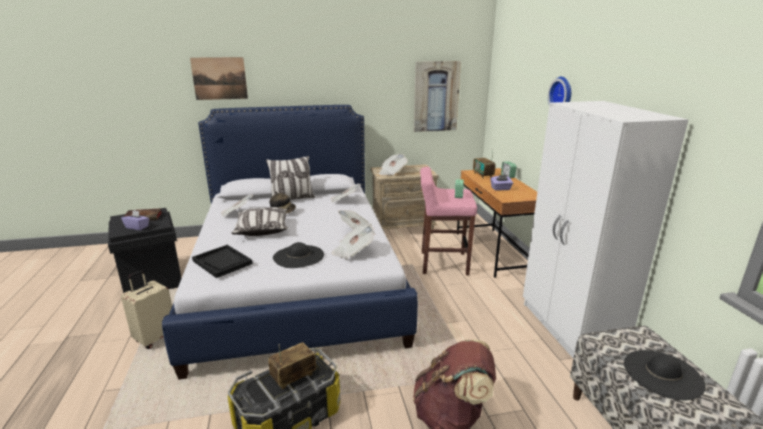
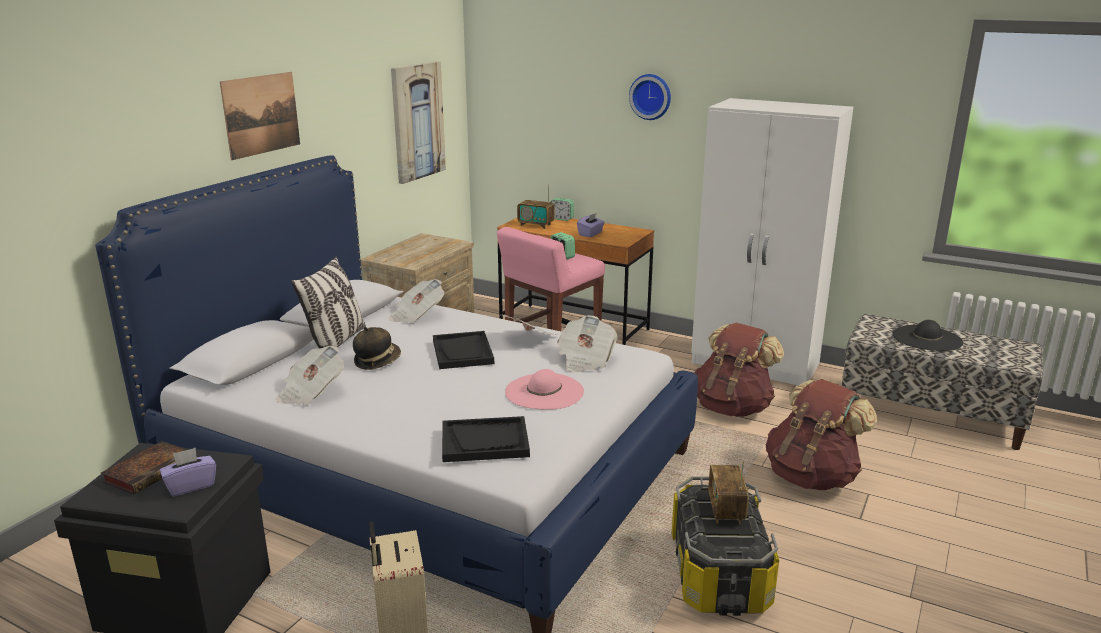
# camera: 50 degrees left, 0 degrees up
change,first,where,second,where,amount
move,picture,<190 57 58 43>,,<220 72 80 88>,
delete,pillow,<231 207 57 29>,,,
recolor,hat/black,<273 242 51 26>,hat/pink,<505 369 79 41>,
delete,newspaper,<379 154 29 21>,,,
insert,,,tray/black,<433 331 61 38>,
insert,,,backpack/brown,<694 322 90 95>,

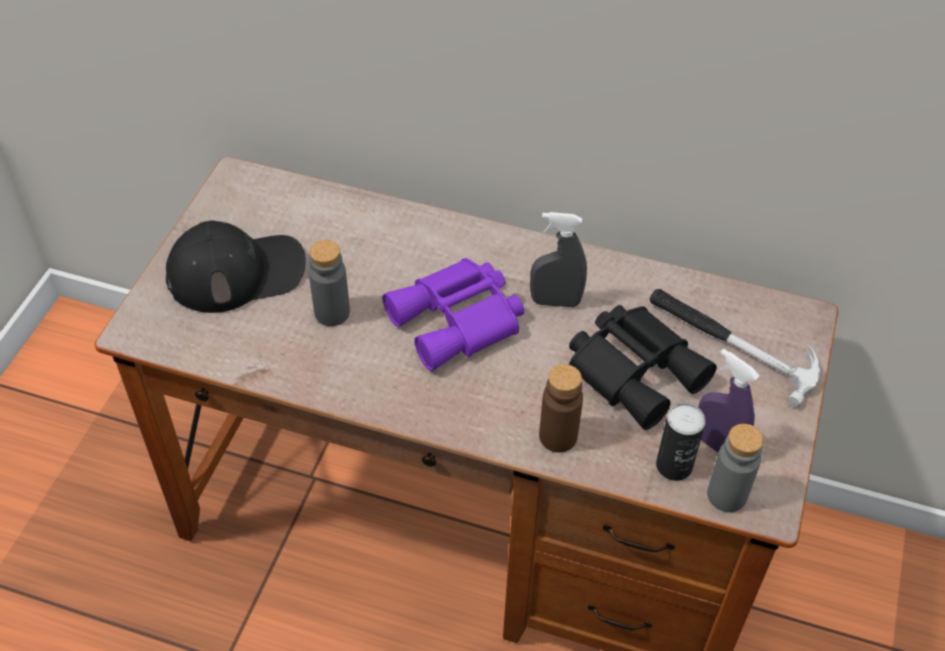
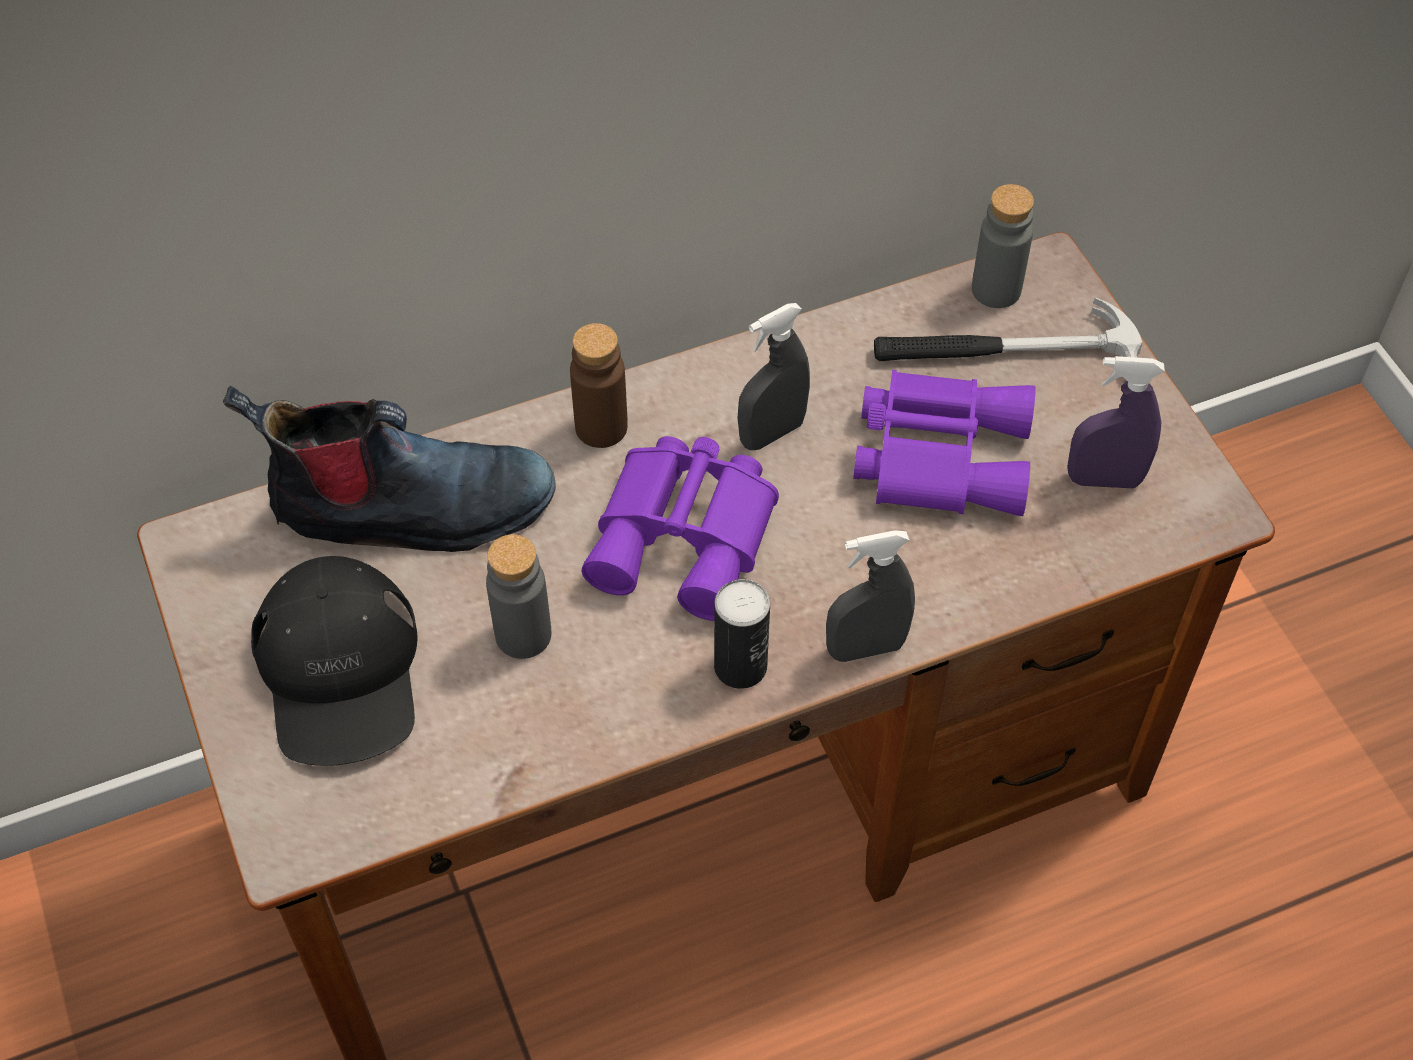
# camera: 40 degrees left, 5 degrees up
change,first,where,second,where,amount
rotate,cap/black,<166 220 140 93>,,<251 556 166 210>,135 degrees clockwise
move,bottle/brown,<539 364 44 88>,,<570 323 58 125>,
recolor,binoculars/black,<569 305 148 125>,binoculars/purple,<853 370 183 146>,
move,can,<656 403 50 78>,,<714 579 56 110>,
move,bottle/grey,<707 424 57 88>,,<972 184 62 124>,
insert,,,boot,<223 386 333 166>,
insert,,,spray bottle/grey,<826 530 89 132>,

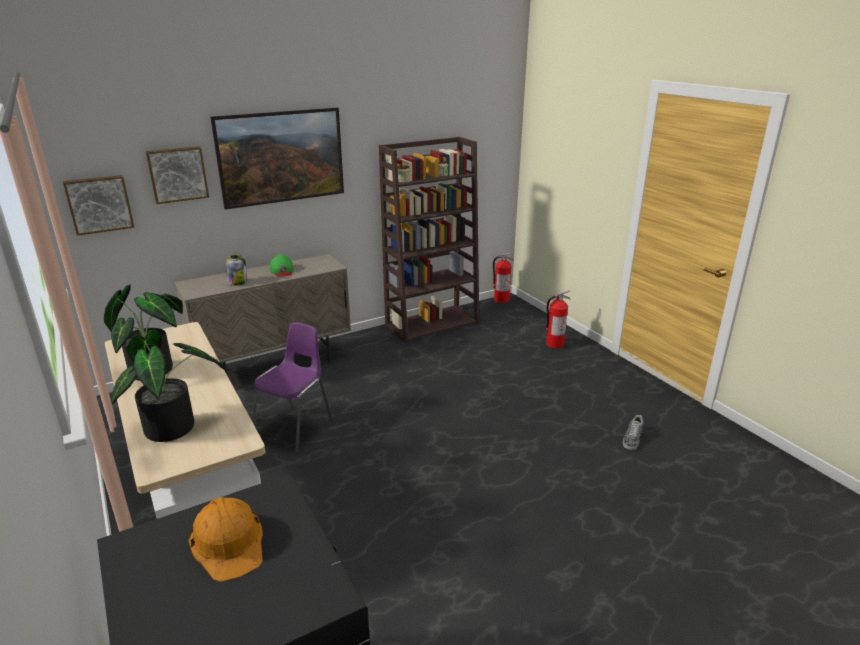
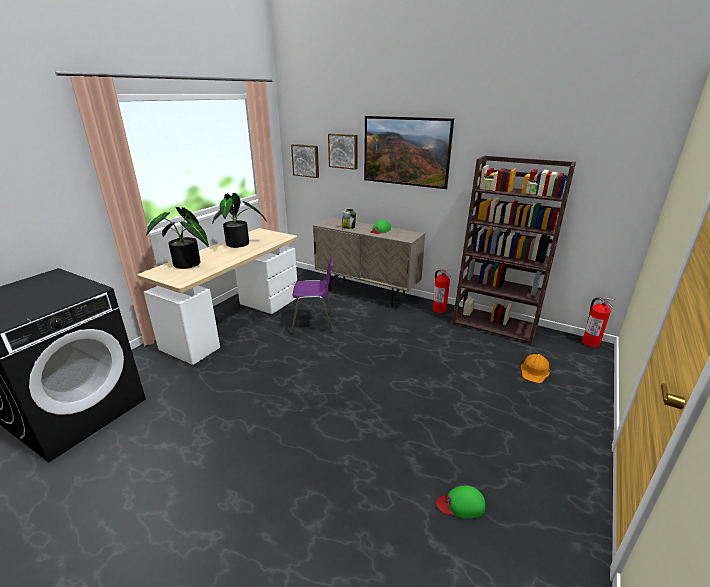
# camera: 60 degrees right, 0 degrees up
change,first,where,second,where,amount
move,hard hat/orange,<189 497 74 85>,,<521 354 30 29>,
move,fire extinguisher,<546 290 25 58>,,<433 269 18 44>,
replace,shoe,<623 415 21 35>,cap/green,<436 486 49 33>,

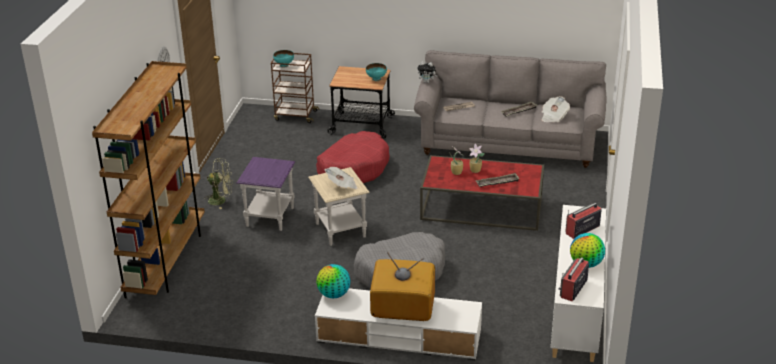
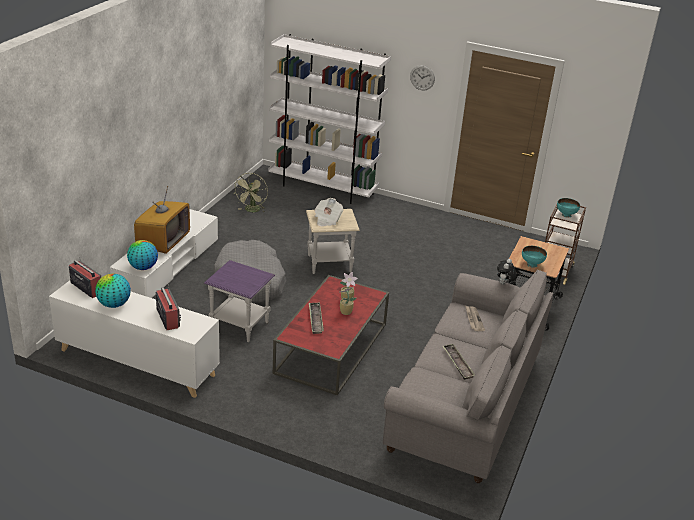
# camera: 100 degrees right, 0 degrees up
change,first,where,second,where,amount
recolor,bookcase/brown,<92 61 113 237>,bookcase/white,<268 34 123 170>,
move,fan/green,<204 158 29 51>,,<233 173 35 39>,
move,side table/purple,<237 157 58 74>,,<204 260 71 82>,
delete,dog bed/red,<316 131 73 52>,,,
move,globe,<316 264 35 34>,,<127 240 31 30>,
delete,newspaper,<542 96 28 27>,,,

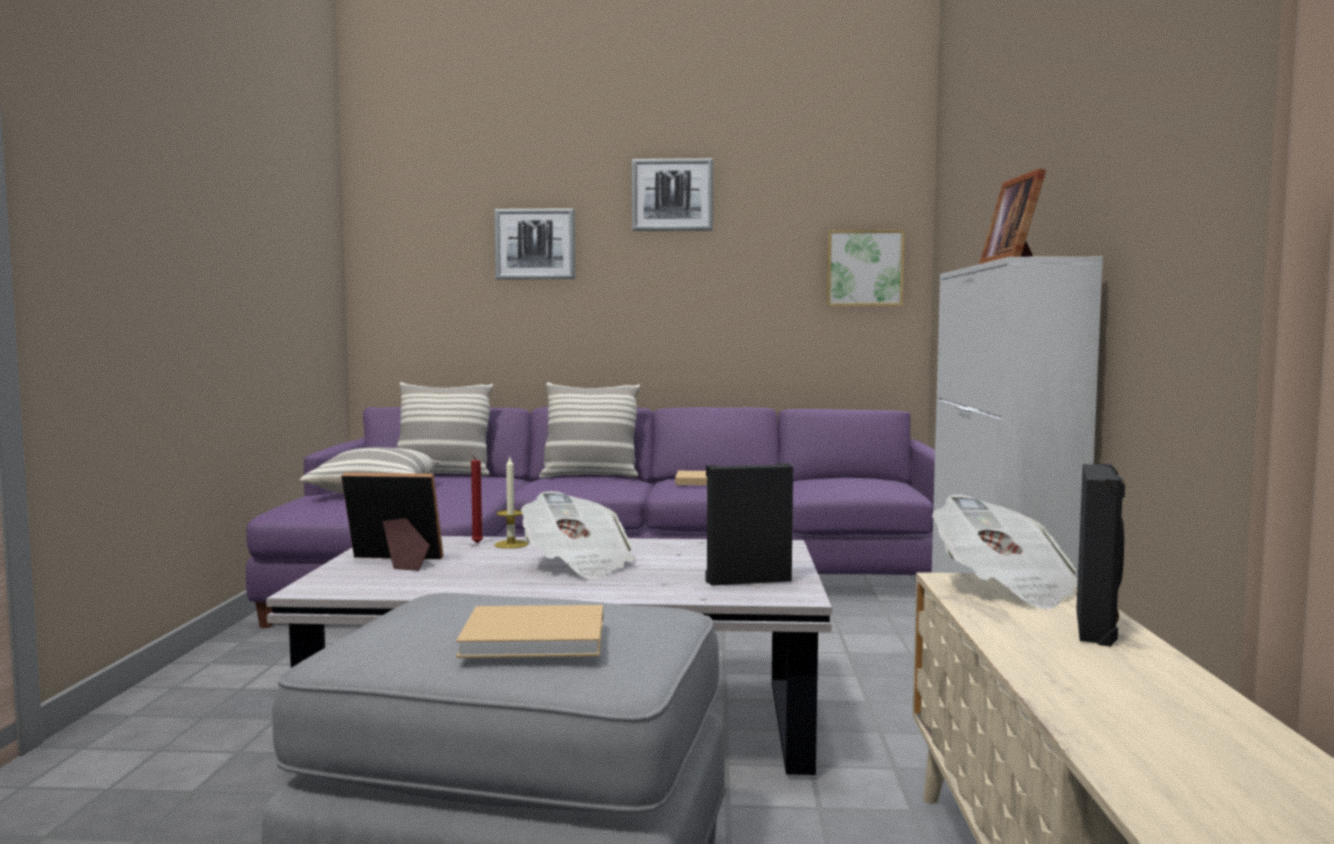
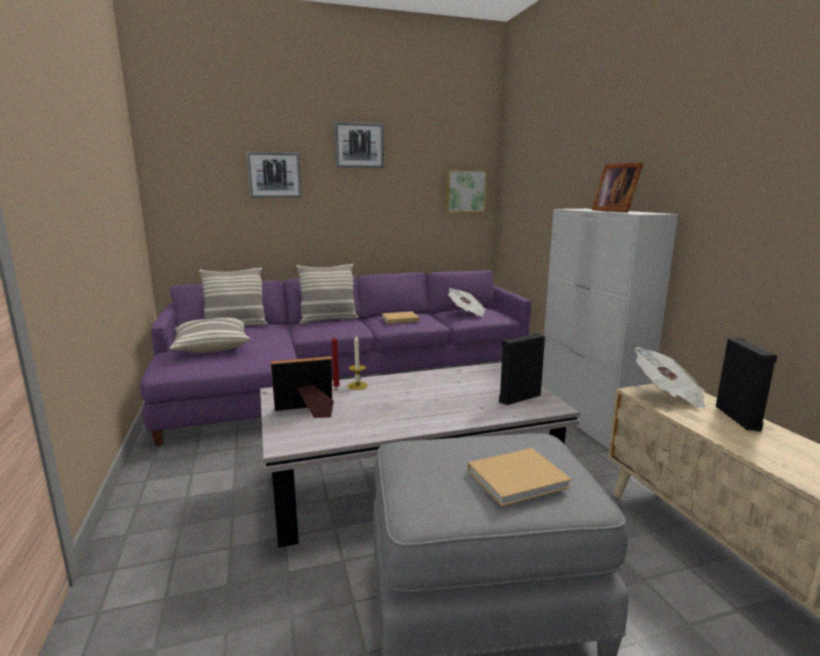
# camera: 20 degrees left, 10 degrees up
change,first,where,second,where,amount
move,newspaper,<521 491 115 88>,,<448 288 38 29>,

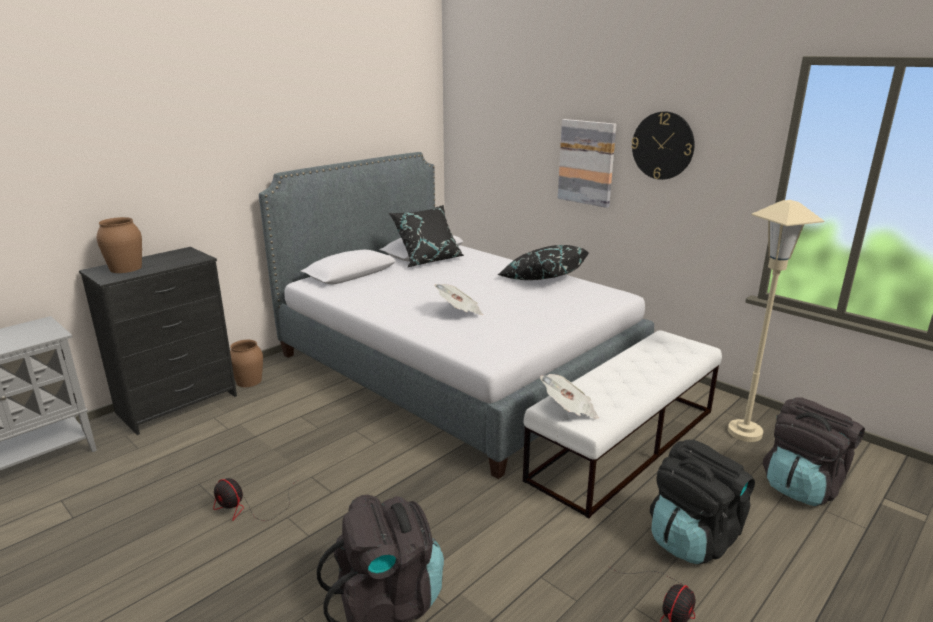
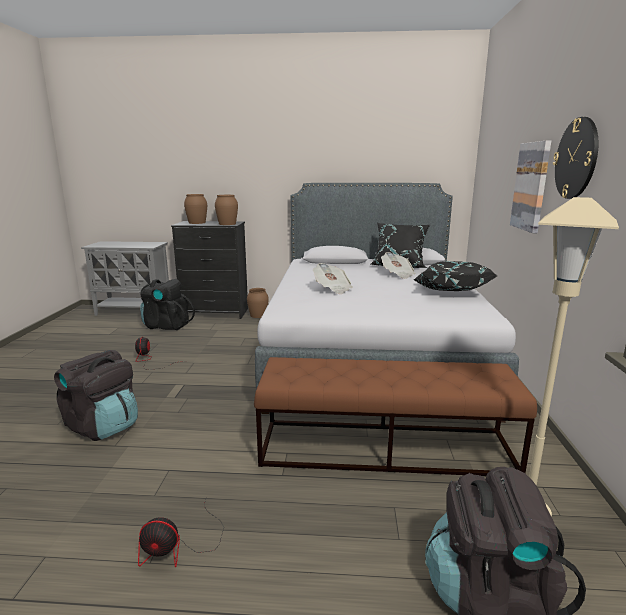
# camera: 50 degrees right, 5 degrees down
change,first,where,second,where,amount
recolor,bench/white,<523 330 199 188>,bench/brown,<254 357 283 119>,
move,newspaper,<540 374 59 45>,,<381 252 35 27>,
move,backpack/black,<650 440 105 124>,,<140 279 55 51>,
insert,,,vase/brown,<215 195 23 30>,

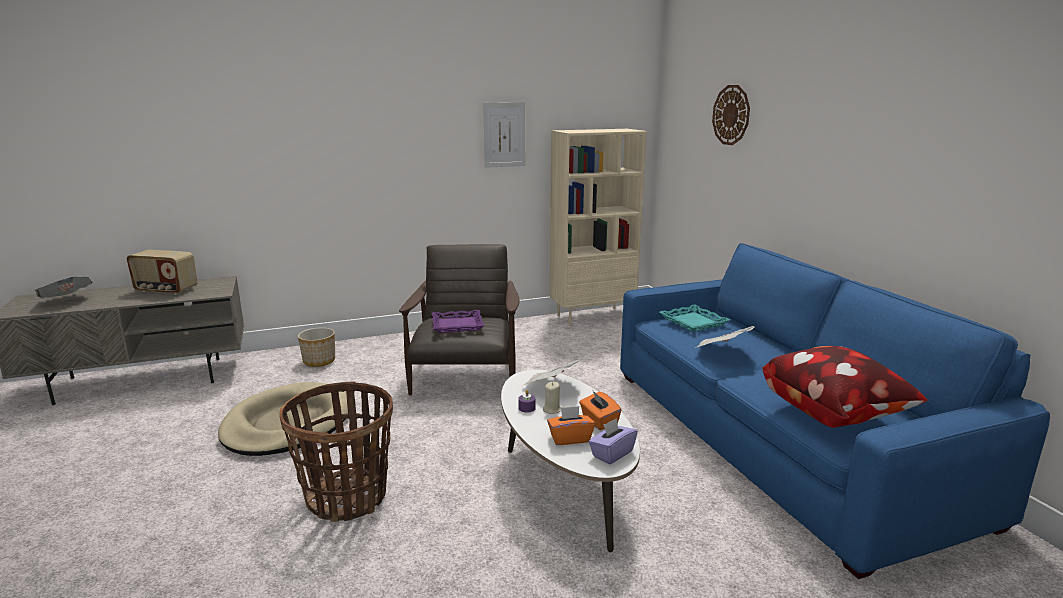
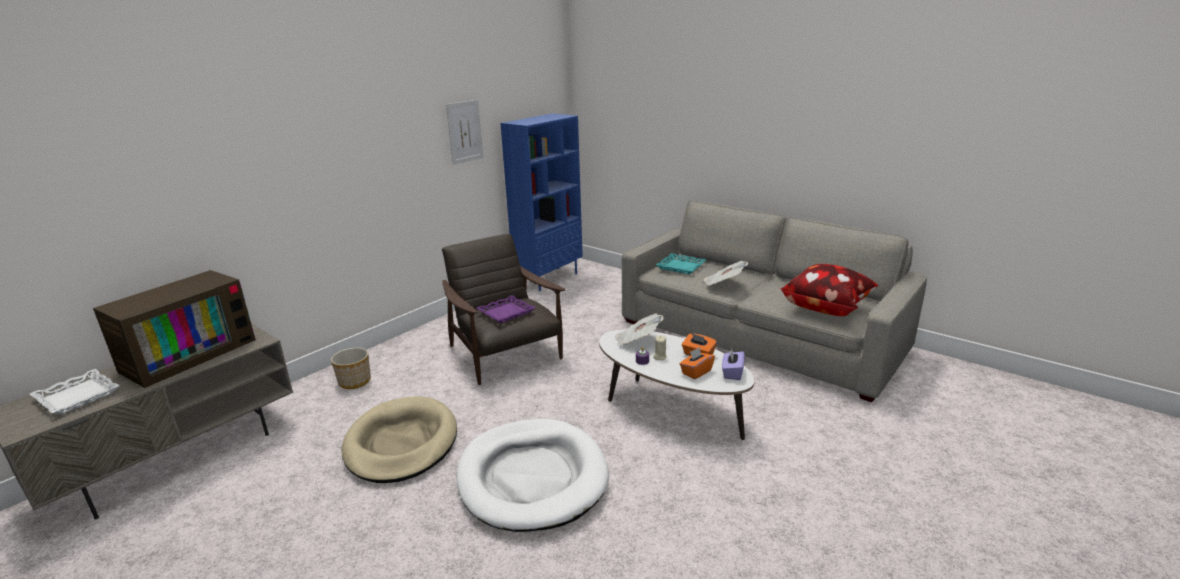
# camera: 30 degrees left, 5 degrees up
change,first,where,second,where,amount
replace,newspaper,<35 277 58 21>,tray/white,<30 369 90 46>,
replace,radio,<127 250 71 45>,television,<93 270 163 118>,
replace,basket,<279 381 114 141>,dog bed/white,<456 419 153 113>,
recolor,bookcase/beige,<550 129 96 197>,bookcase/blue,<500 113 83 178>,
recolor,sofa/blue,<620 243 430 336>,sofa/grey,<622 200 305 202>,
delete,wall clock,<712 85 38 60>,,,

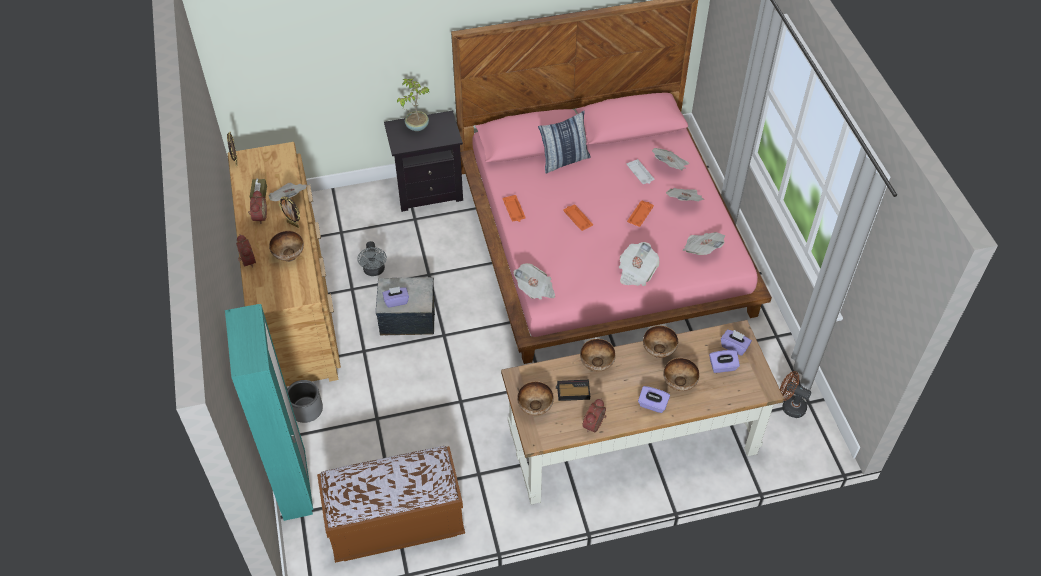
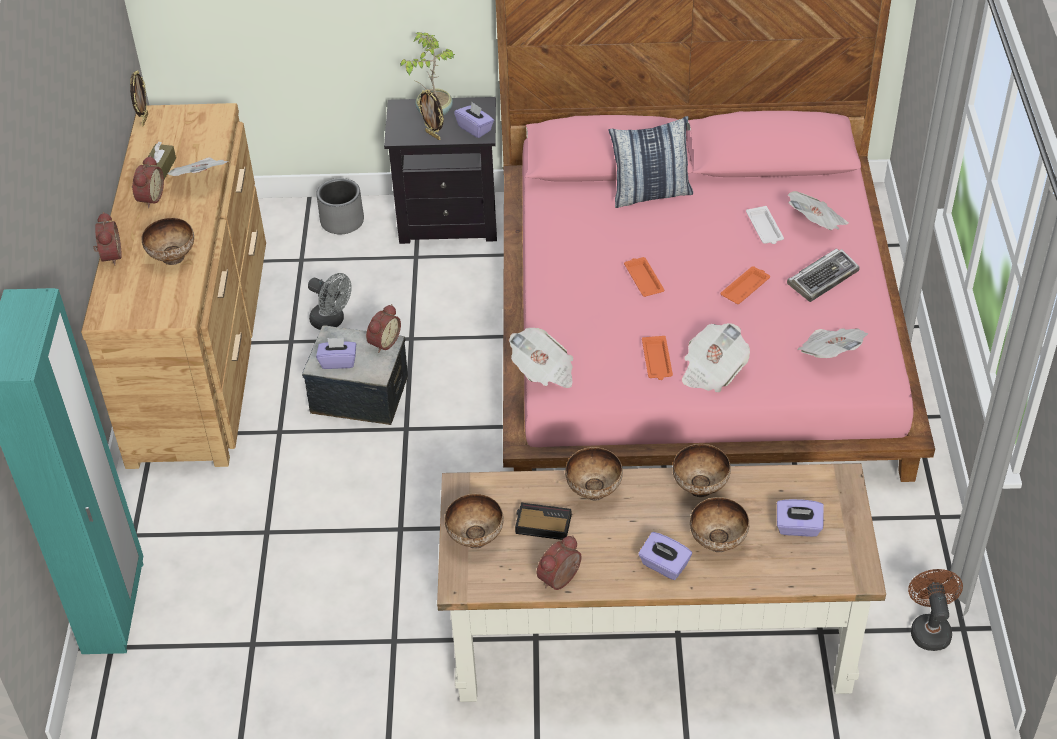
# camera: 15 degrees right, 5 degrees down
change,first,where,second,where,amount
move,picture frame,<278 196 22 32>,,<417 90 26 50>,
move,planter/grey,<287 380 36 43>,,<316 178 48 56>,
delete,bench/brown,<317 446 148 117>,,,
rotate,fan/grey,<357 241 30 35>,,<308 273 44 57>,60 degrees counterclockwise
move,tray/orange,<503 195 23 27>,,<642 336 31 44>,
replace,newspaper,<666 188 38 13>,keyboard,<787 249 73 53>,
move,tissue box/purple,<721 329 31 27>,,<454 102 40 36>,
rotate,fan/brown,<780 371 31 47>,,<908 569 55 82>,45 degrees clockwise
insert,,,alarm clock,<366 304 35 49>,

